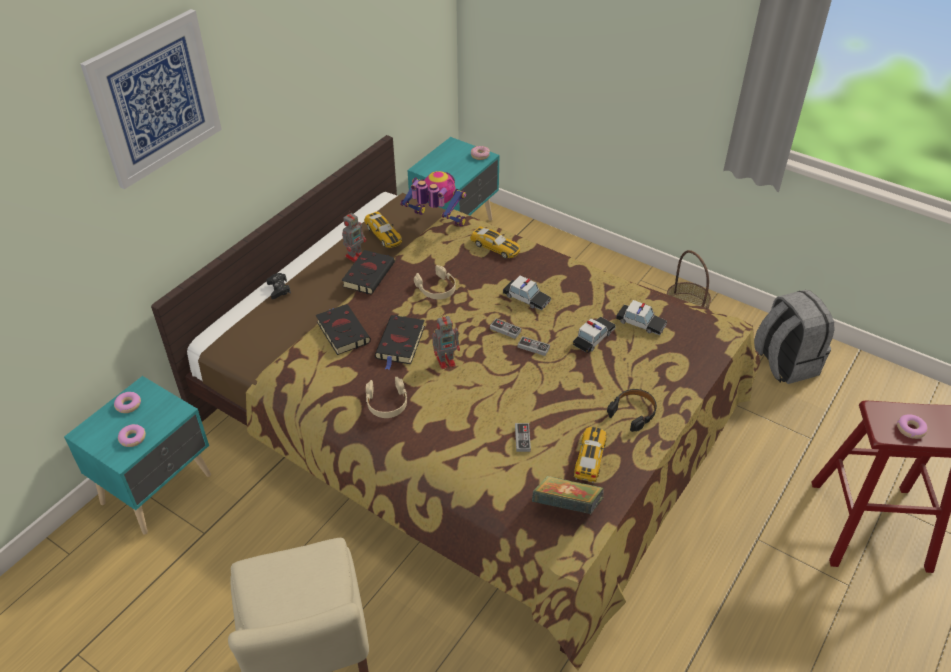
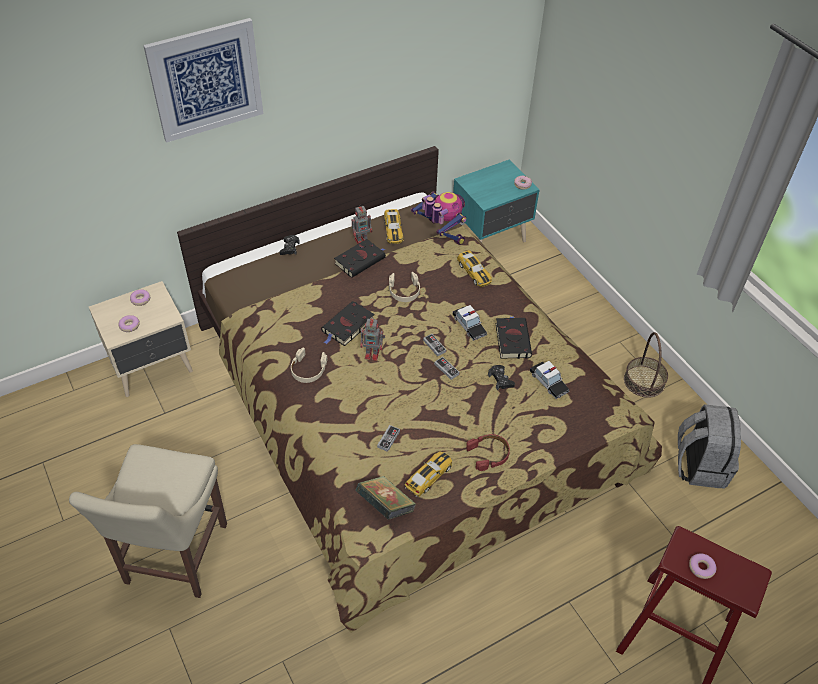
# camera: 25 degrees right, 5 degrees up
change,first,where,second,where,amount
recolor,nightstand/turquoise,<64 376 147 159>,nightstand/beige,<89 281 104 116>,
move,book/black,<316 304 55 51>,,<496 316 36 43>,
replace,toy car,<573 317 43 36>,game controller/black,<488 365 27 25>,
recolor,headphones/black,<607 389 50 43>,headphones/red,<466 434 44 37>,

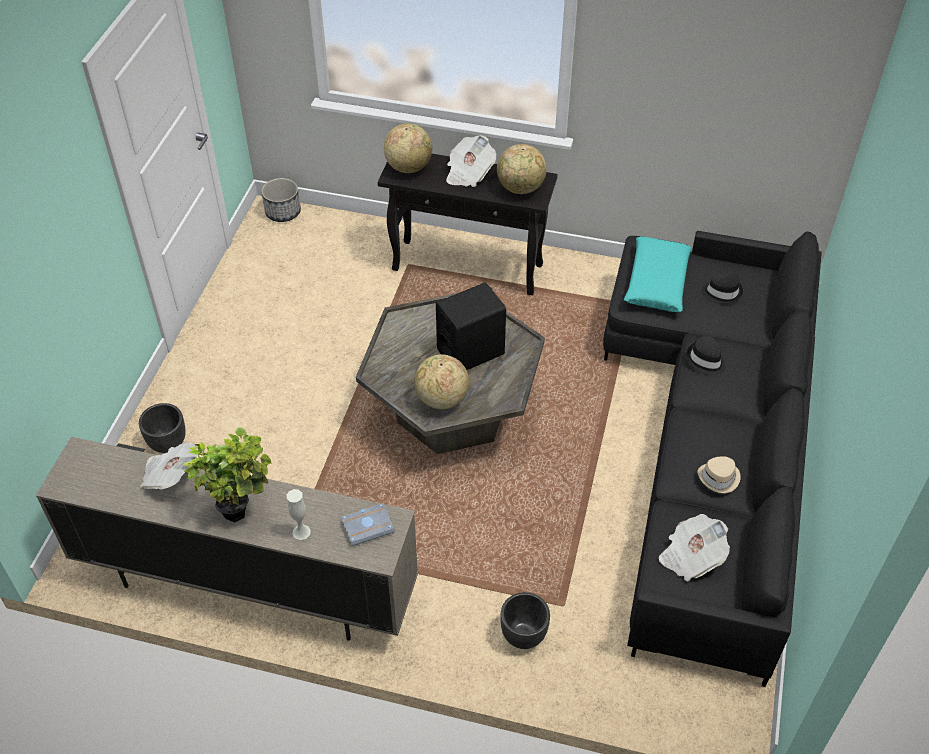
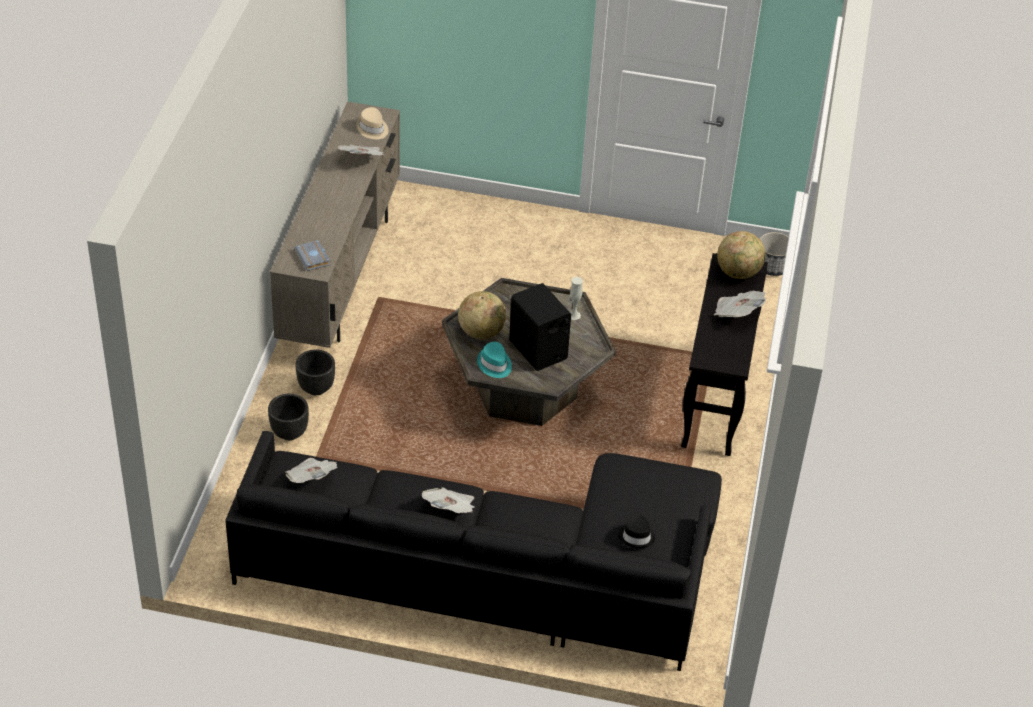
# camera: 85 degrees right, 5 degrees down
change,first,where,second,where,amount
move,planter/black,<139 403 46 50>,,<296 350 39 45>,
delete,potted plant,<183 427 88 95>,,,
move,vase/white,<286 489 25 51>,,<570 277 13 43>,
delete,globe,<497 144 50 50>,,,
delete,pillow/turquoise,<624 237 68 75>,,,
delete,hat/black,<687 336 39 39>,,,
move,hat/beige,<698 456 43 37>,,<356 107 32 32>,
insert,,,newspaper,<422 487 52 26>,
insert,,,hat/turquoise,<477 342 35 36>,

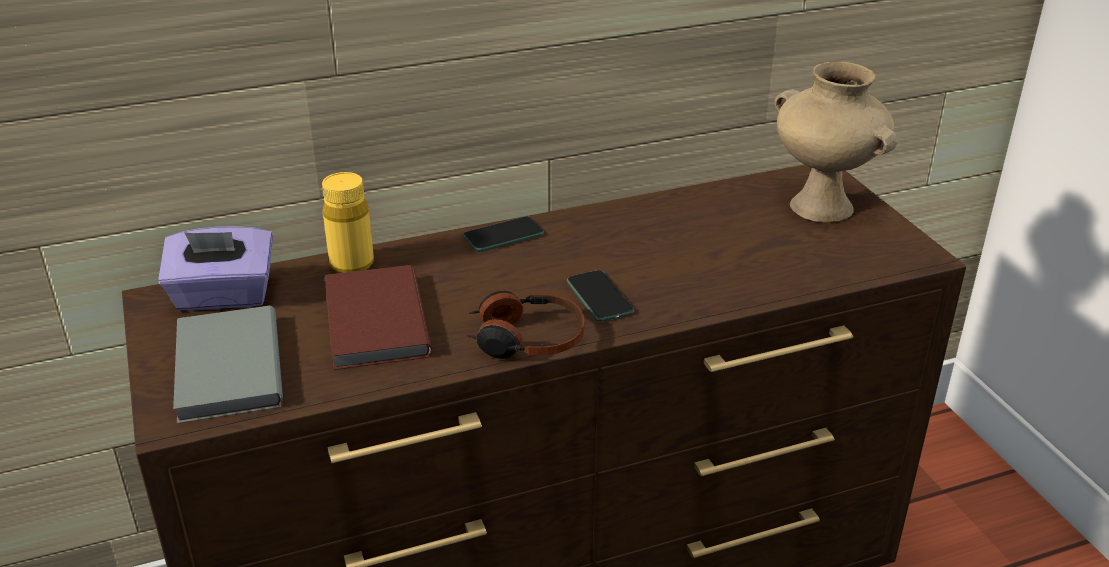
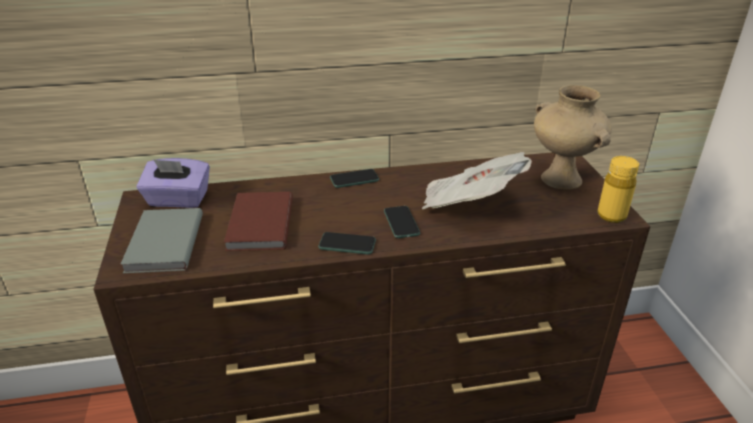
# camera: 10 degrees right, 0 degrees up
change,first,where,second,where,amount
move,bottle/yellow,<322 172 52 101>,,<597 156 42 67>,
replace,headphones,<467 291 117 68>,phone,<318 232 58 22>,
insert,,,newspaper,<422 152 110 57>,

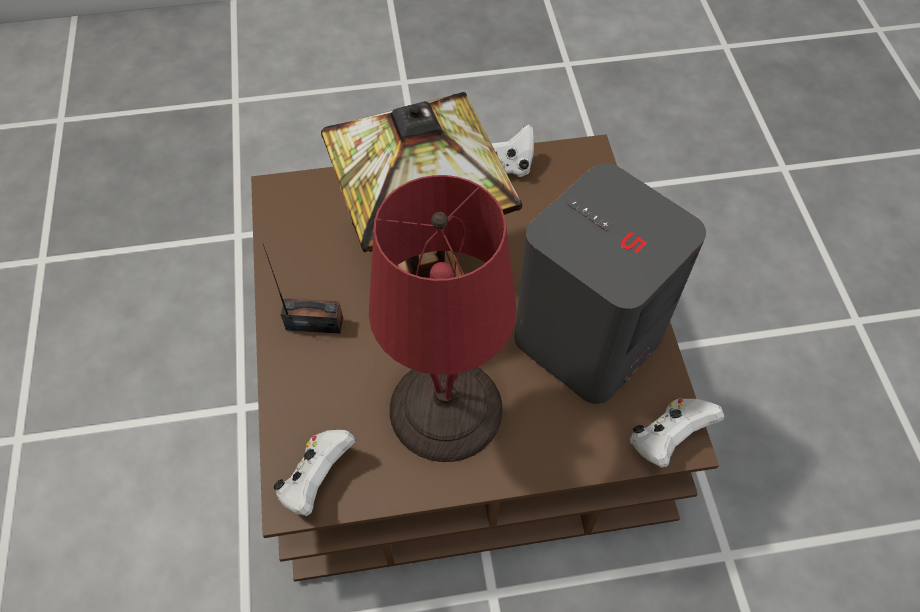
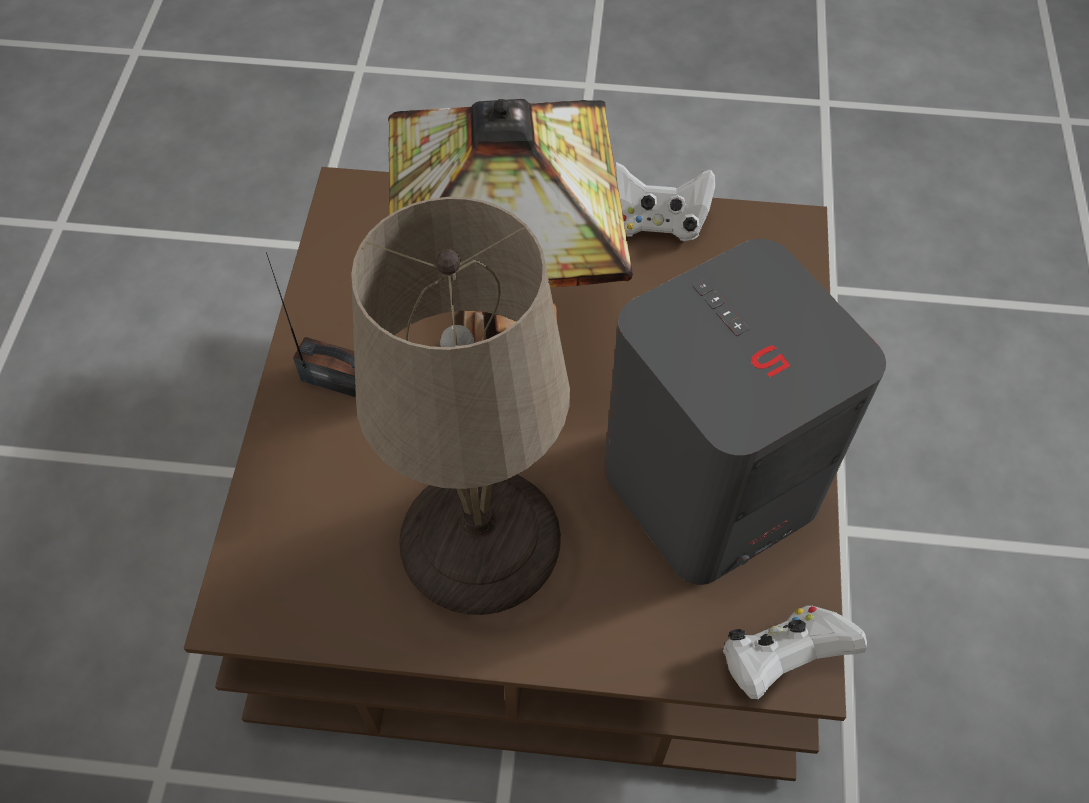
# camera: 15 degrees right, 0 degrees up
change,first,where,second,where,amount
delete,game controller/white,<274 430 81 86>,,,
recolor,table lamp/red,<369 175 148 287>,table lamp/beige,<351 197 219 418>,

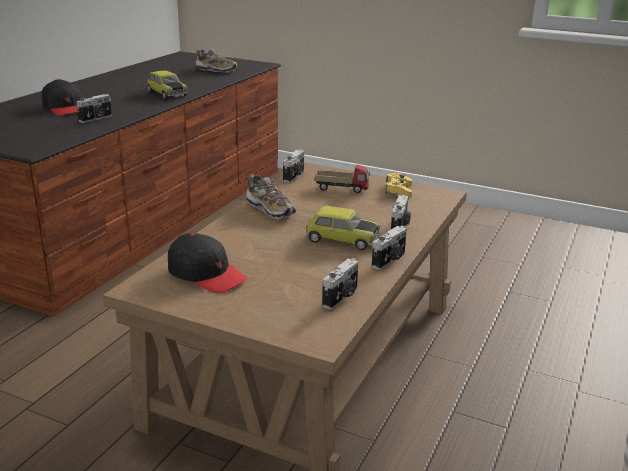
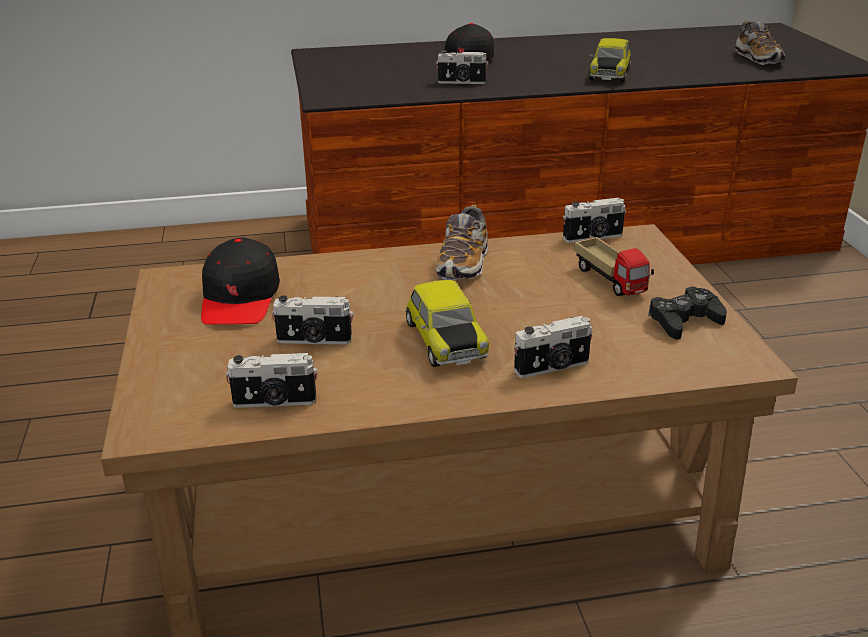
# camera: 55 degrees right, 5 degrees up
change,first,where,second,where,amount
move,photo camera,<372 226 35 44>,,<271 295 82 49>,
recolor,game controller/yellow,<385 173 27 25>,game controller/black,<648 286 79 54>,

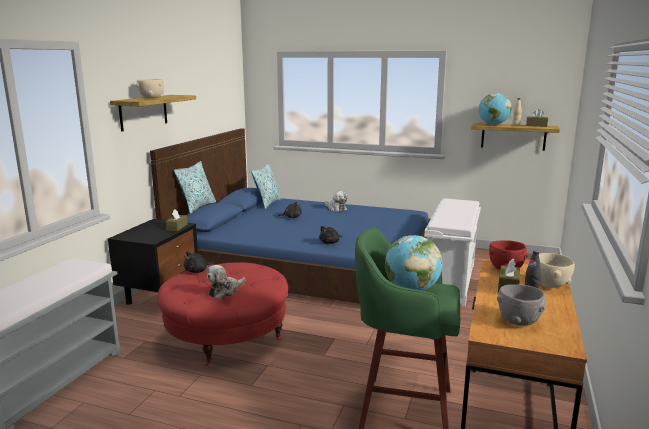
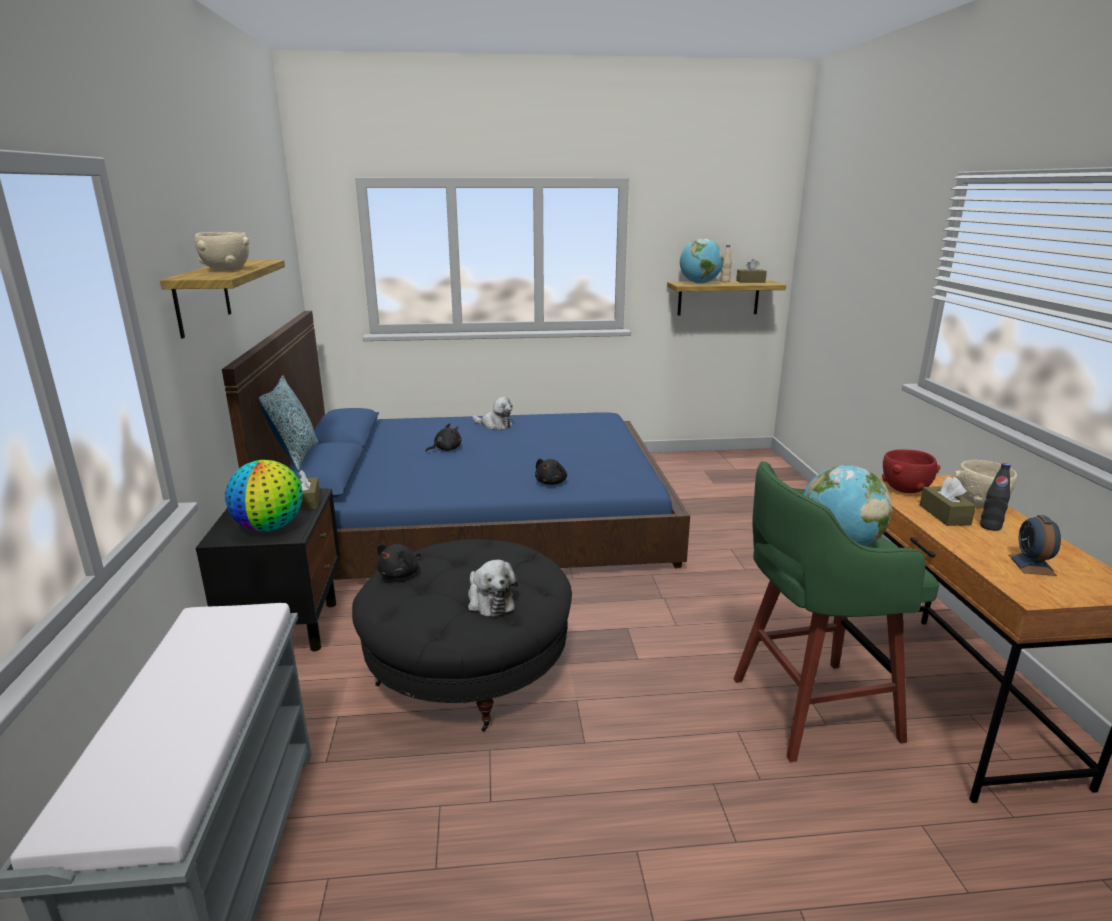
# camera: 25 degrees left, 5 degrees up
change,first,where,second,where,amount
recolor,ottoman/red,<157 262 131 104>,ottoman/black,<352 539 220 193>,
rotate,plush toy,<207 265 39 34>,,<468 560 50 57>,45 degrees counterclockwise
delete,pillow,<251 163 31 46>,,,
delete,bench/white,<424 198 57 109>,,,
replace,bowl/grey,<497 284 49 42>,alarm clock,<1008 515 53 61>,
insert,,,globe,<225 460 77 72>,

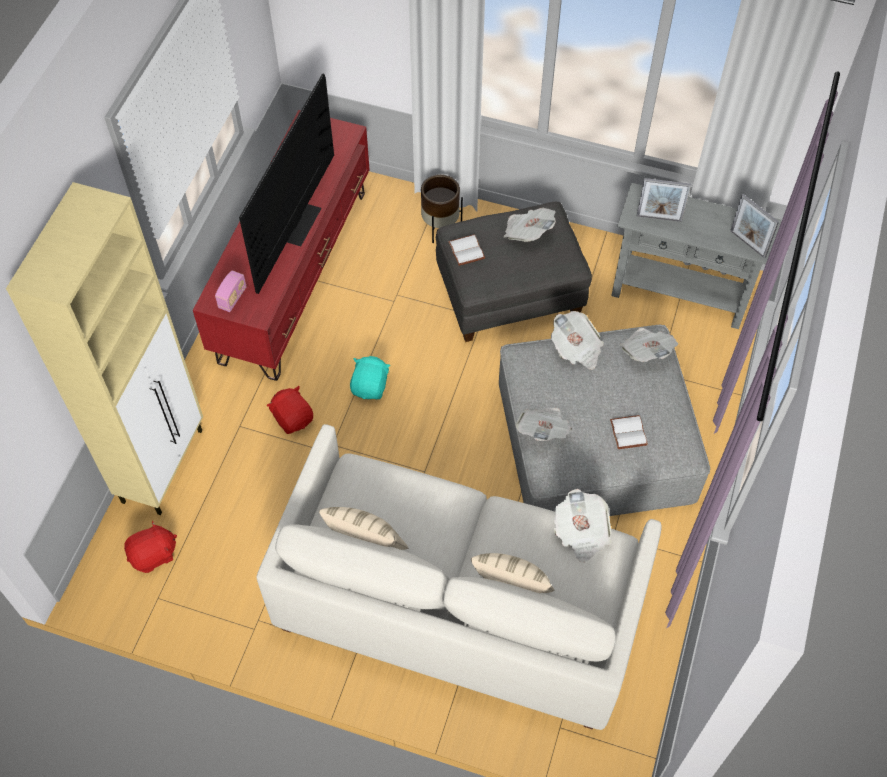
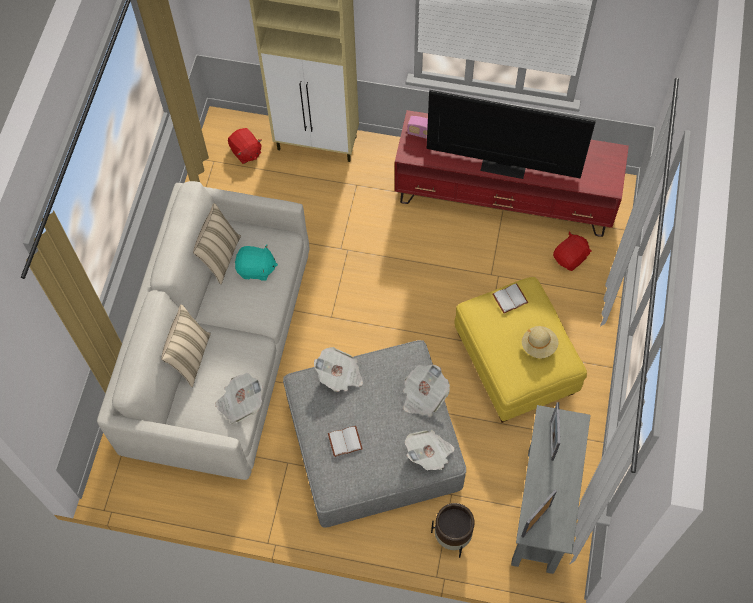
# camera: 85 degrees right, 5 degrees up
change,first,where,second,where,amount
move,plush toy/red,<267 386 46 48>,,<553 232 39 39>,
move,plush toy/turquoise,<350 356 40 43>,,<235 245 43 36>,
move,planter/brown,<421 174 42 69>,,<431 503 44 55>,
recolor,ottoman/grey,<436 202 156 140>,ottoman/yellow,<454 277 133 146>,
replace,newspaper,<504 207 52 35>,hat/beige,<522 326 37 32>,

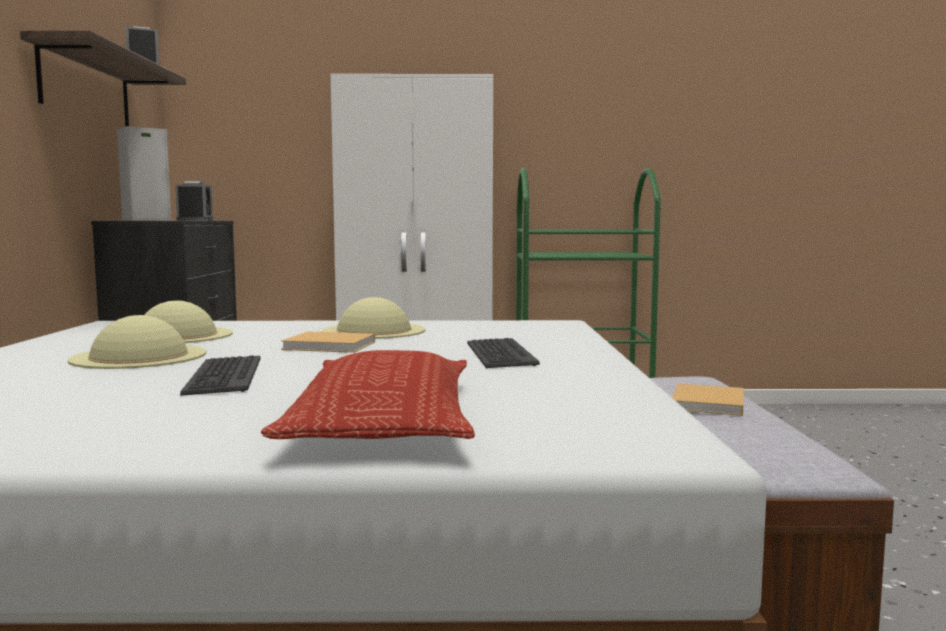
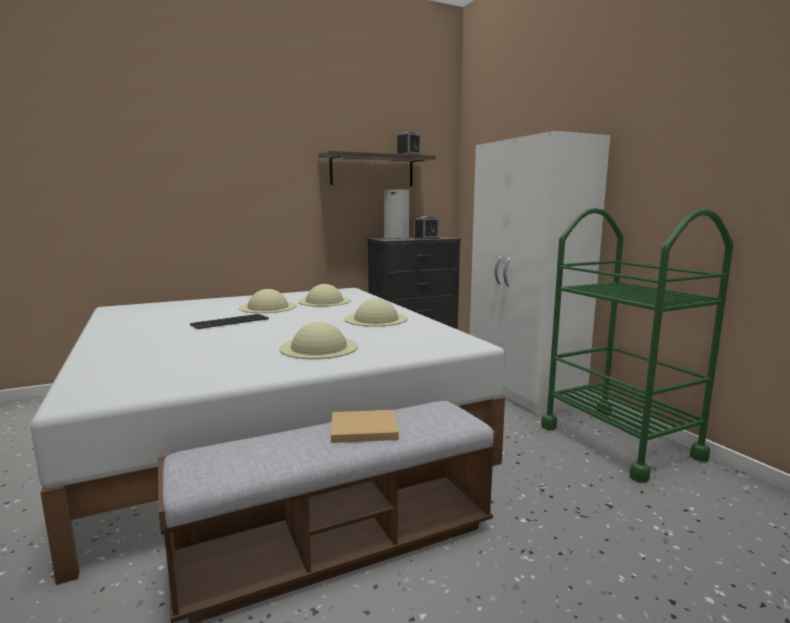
# camera: 65 degrees right, 5 degrees up
change,first,where,second,where,amount
delete,pillow,<261 350 214 89>,,,
delete,book/beige,<281 331 94 22>,,,
replace,keyboard,<467 338 73 30>,hat/beige,<279 322 79 37>,

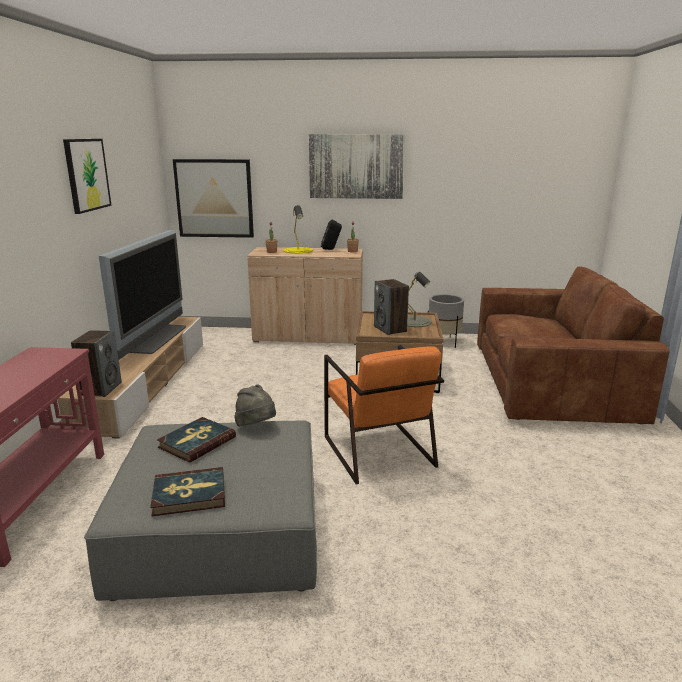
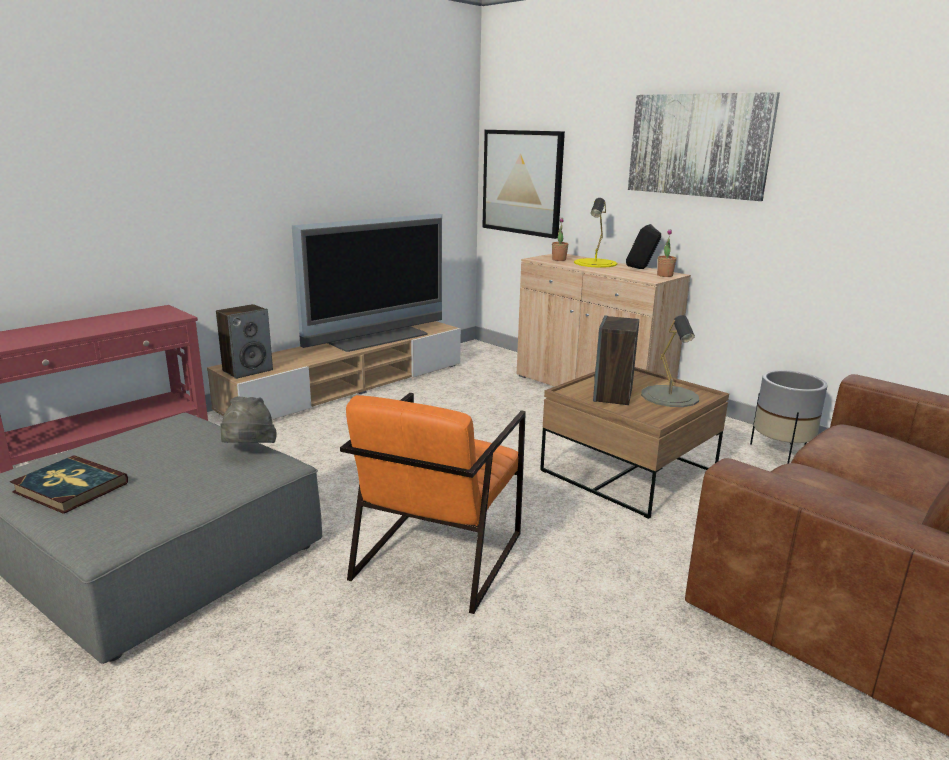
# camera: 40 degrees right, 0 degrees up
change,first,where,second,where,amount
delete,picture,<63 139 49 75>,,,
delete,book,<157 417 79 46>,,,

